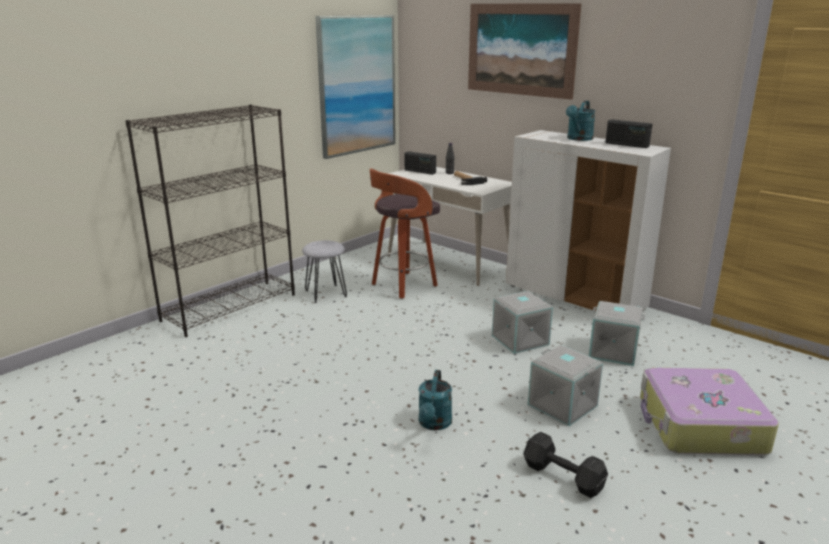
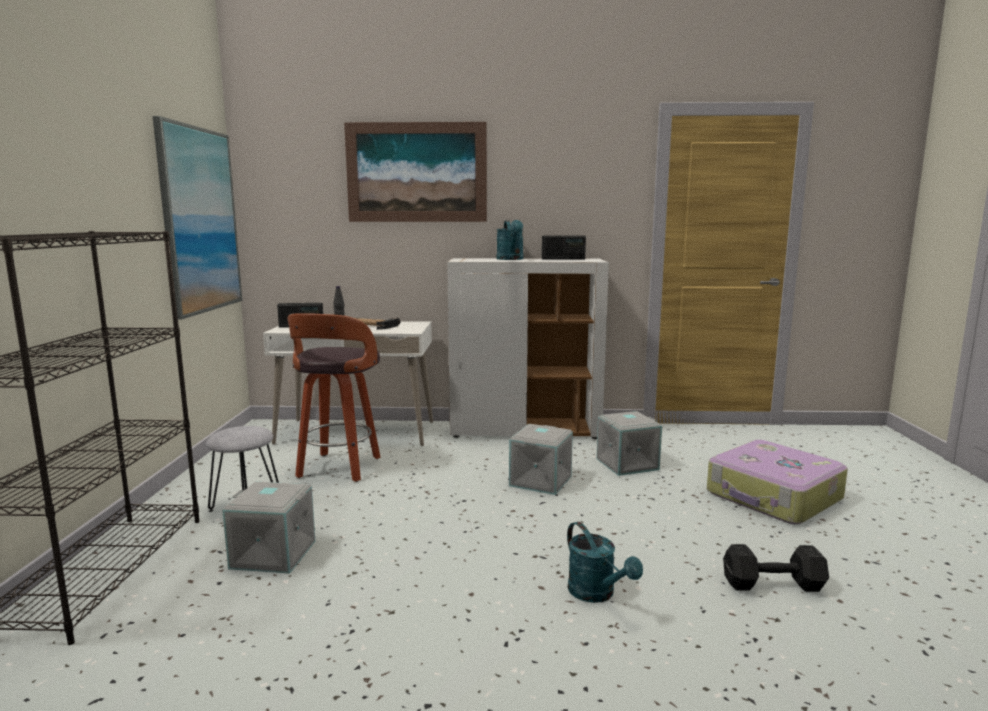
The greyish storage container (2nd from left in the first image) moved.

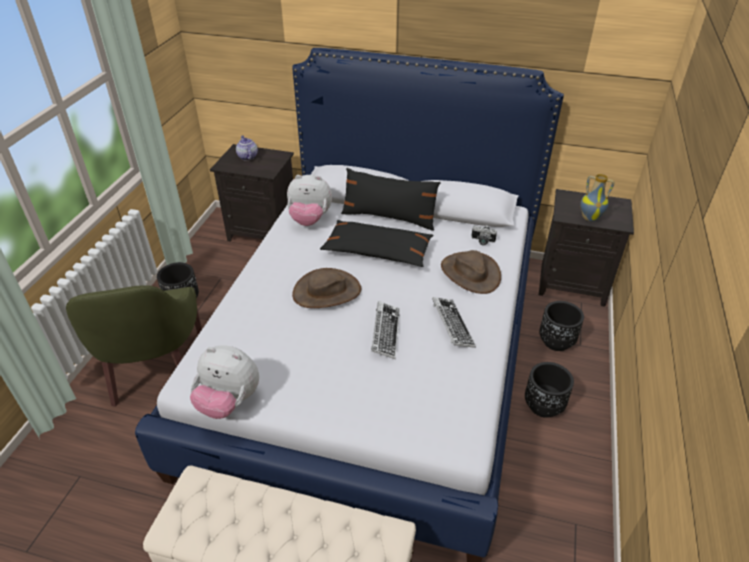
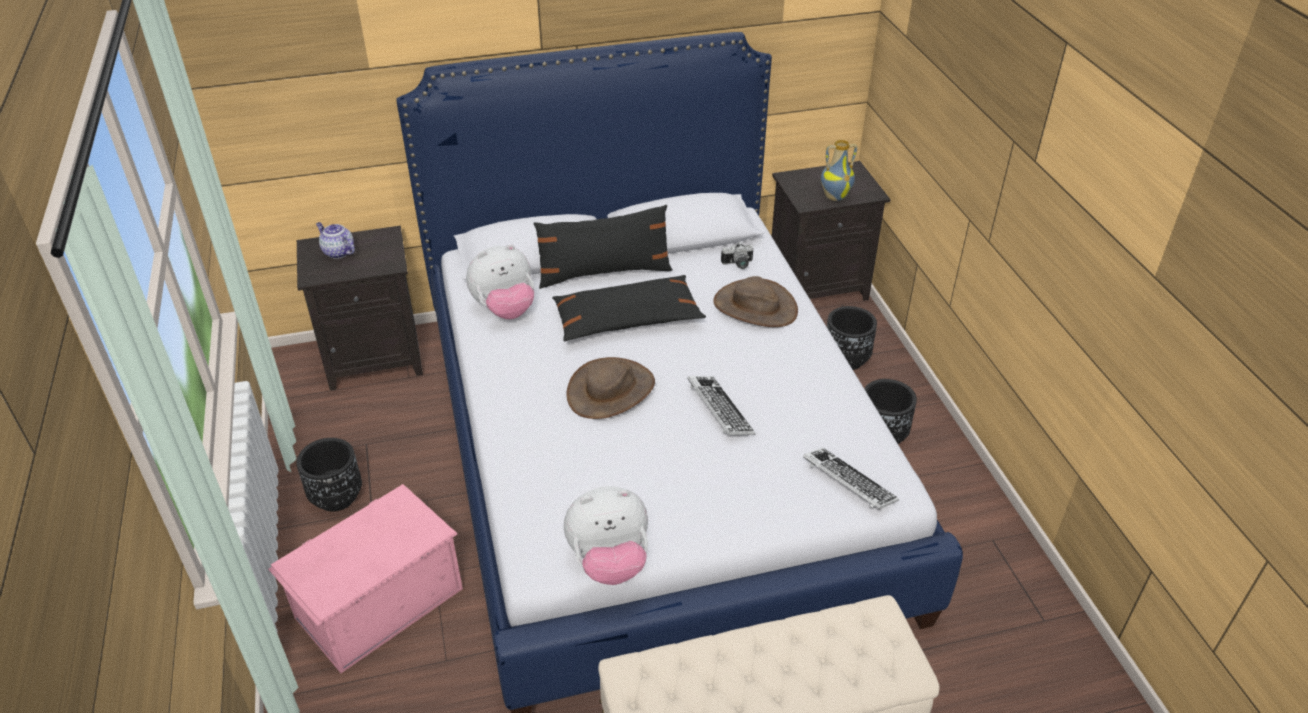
The computer keyboard (2nd from left) moved.
The greenish easy chair was replaced by the pink-coloured storage container.

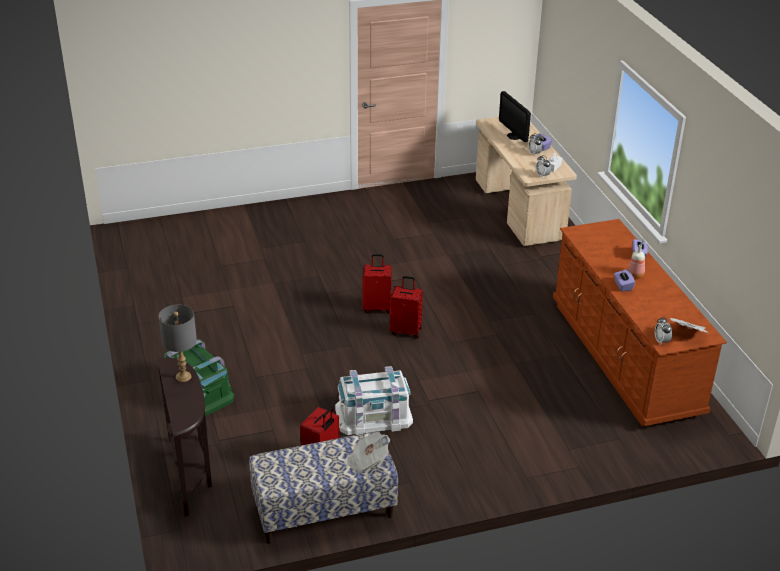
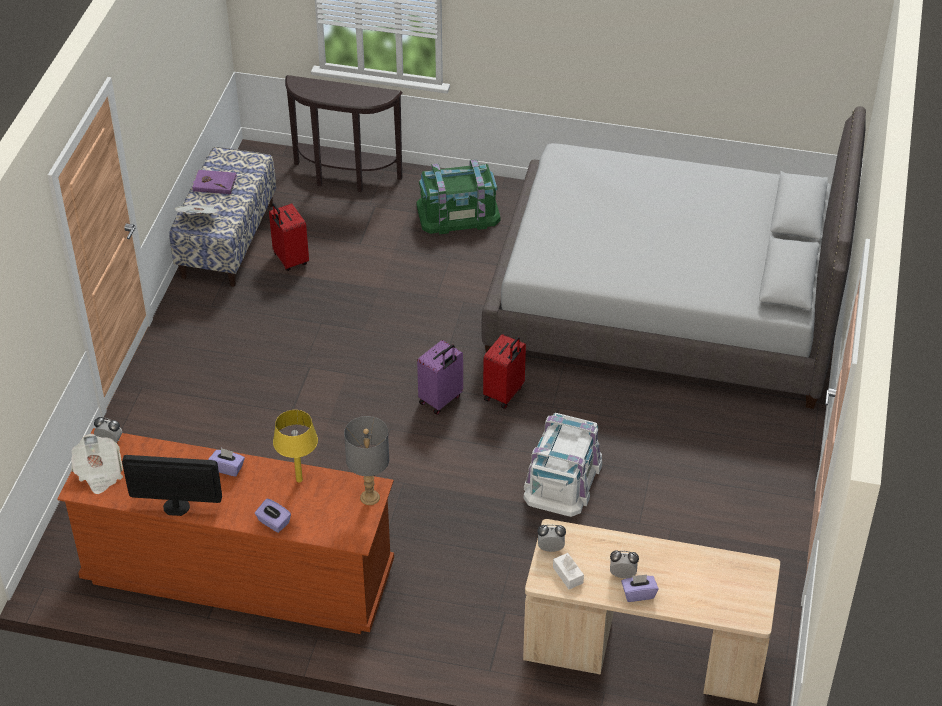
The beverage bottle disappeared.
The purple volume appeared.
The yellowish lamp for a table appeared.
The greyish bed appeared.
The greyish lamp for a table moved.
The white-coloured storage container moved.
The computer display moved.
The reddish suitcase (3rd from left) became the purple suitcase.

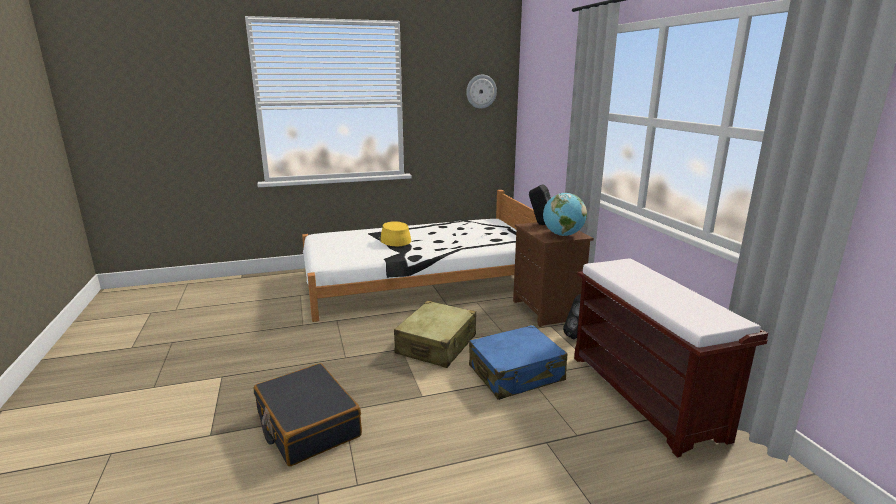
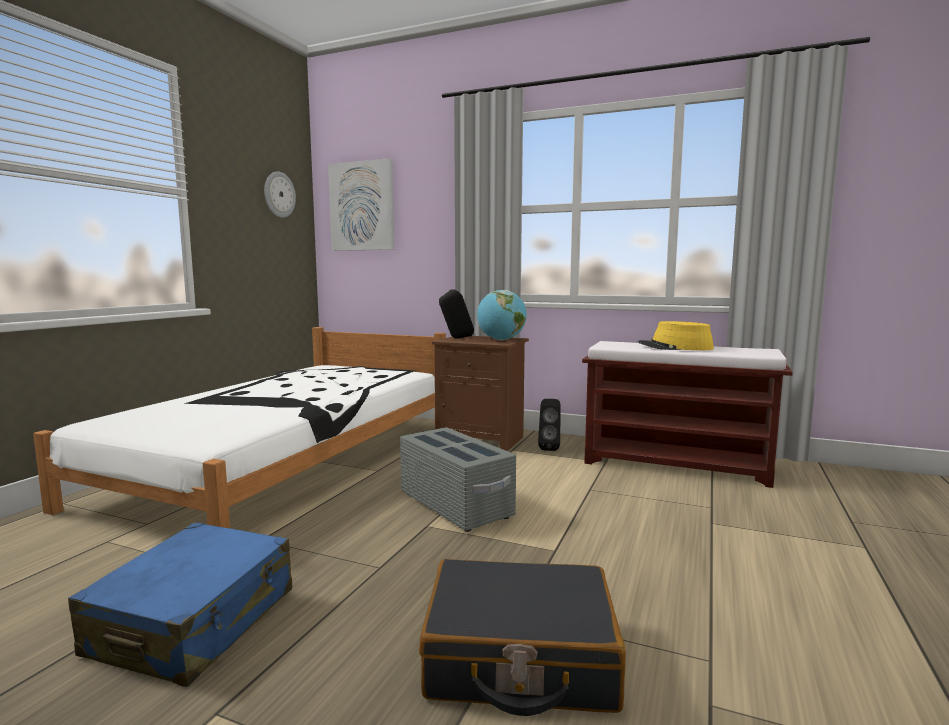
The wall picture appeared.
The yellowish clothing hat moved.
The blue-coloured suitcase moved.
The sand-coloured suitcase was replaced by the greyish storage container.

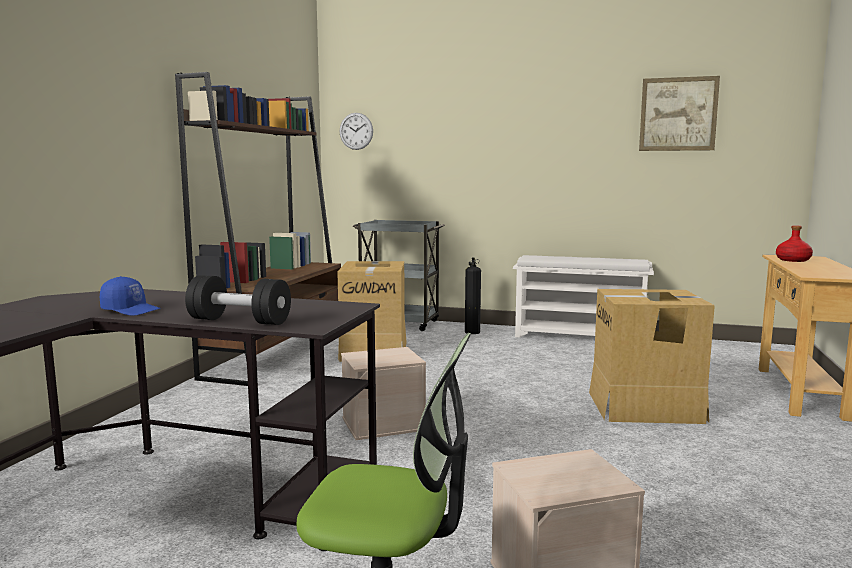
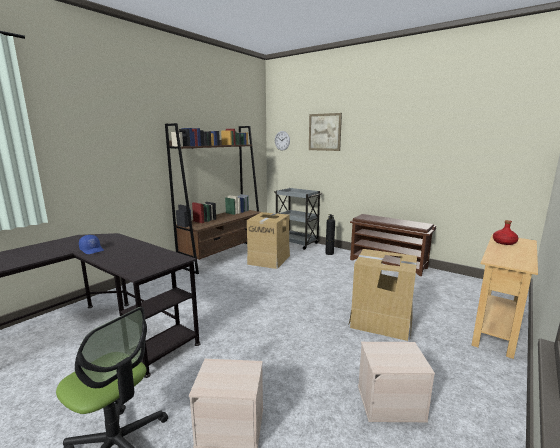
The black dumbbell disappeared.
The sand-coloured storage container (1st from left in the first image) moved.
The wall picture moved.
The white-coloured shoe rack became the brownish shoe rack.

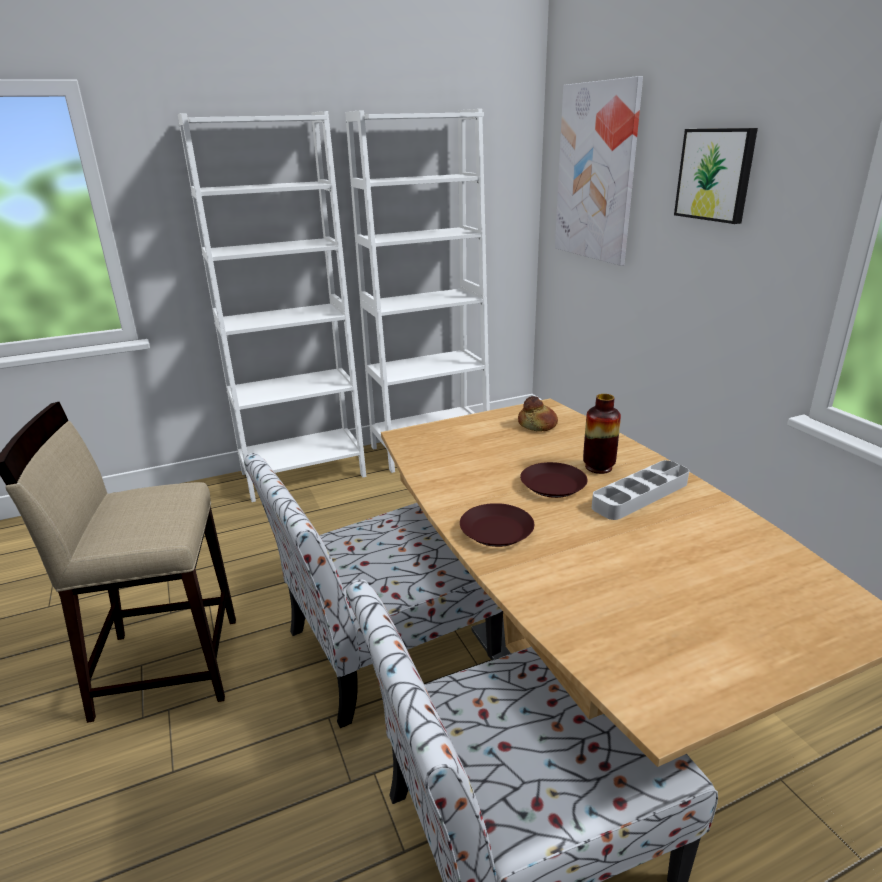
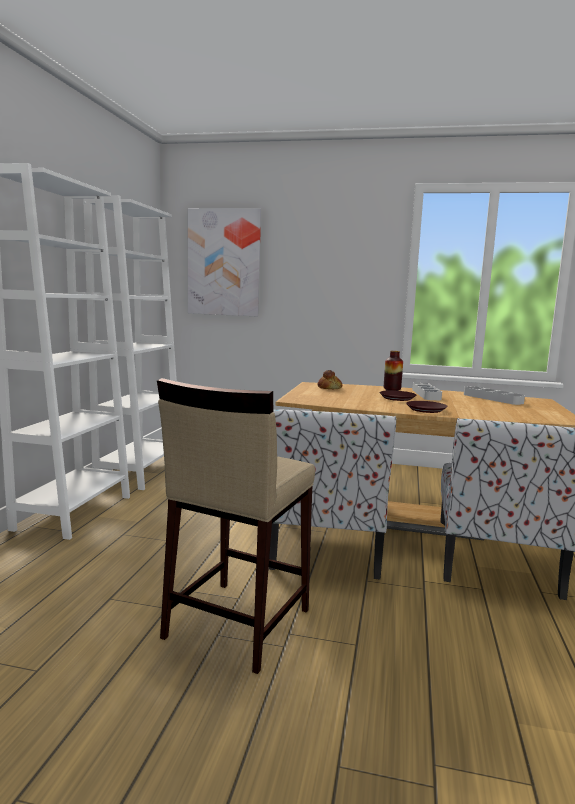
The wall picture (2nd from left) disappeared.
The greyish carrying tray (2nd from left) appeared.

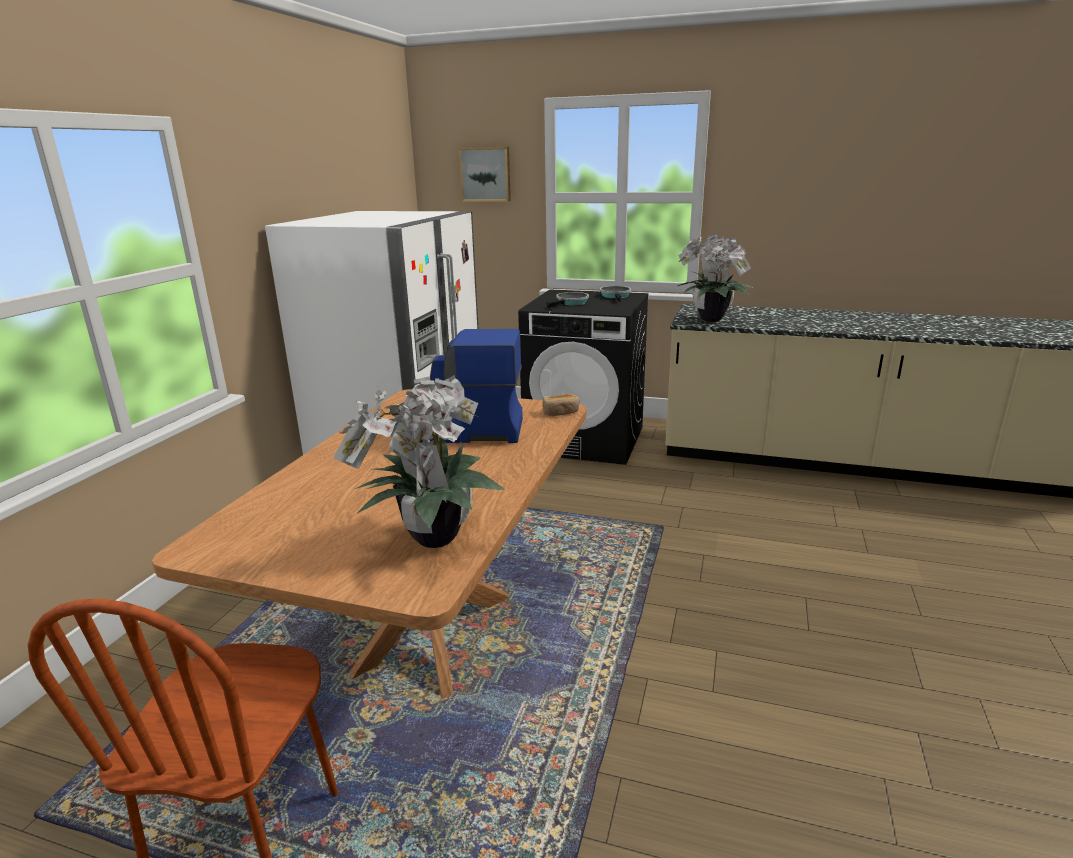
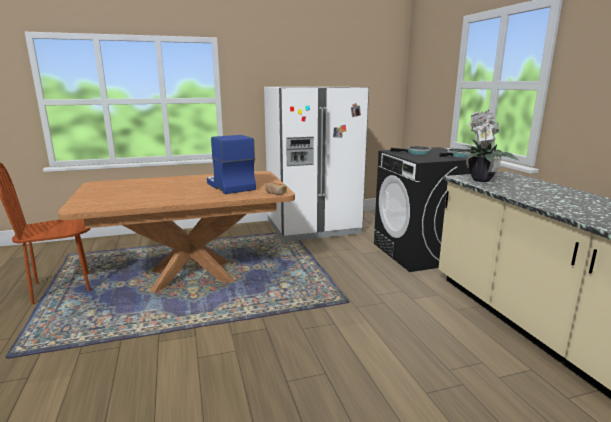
The plant in a pot (1st from left) disappeared.
The wall picture disappeared.

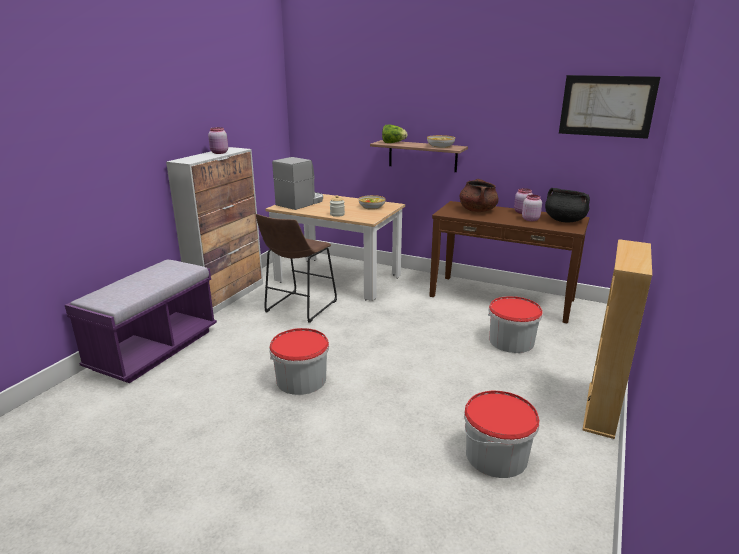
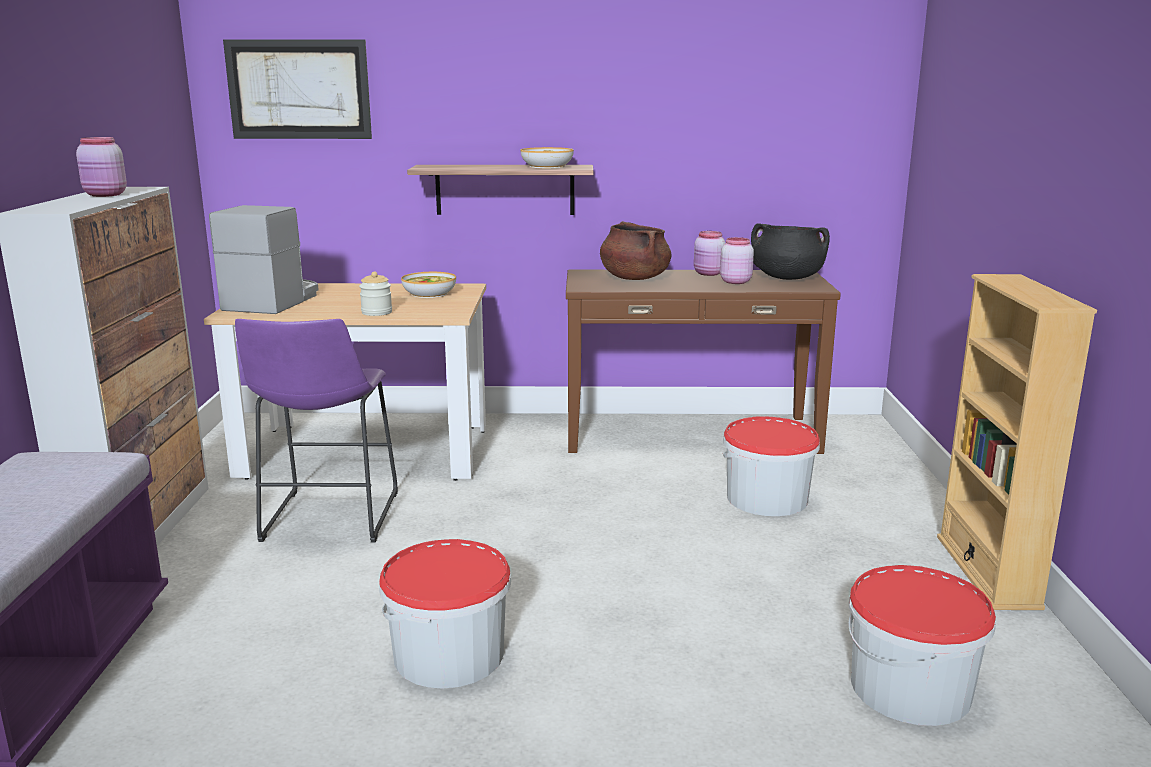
The head of lettuce disappeared.
The wall picture moved.
The brownish stool seat became the purple stool seat.

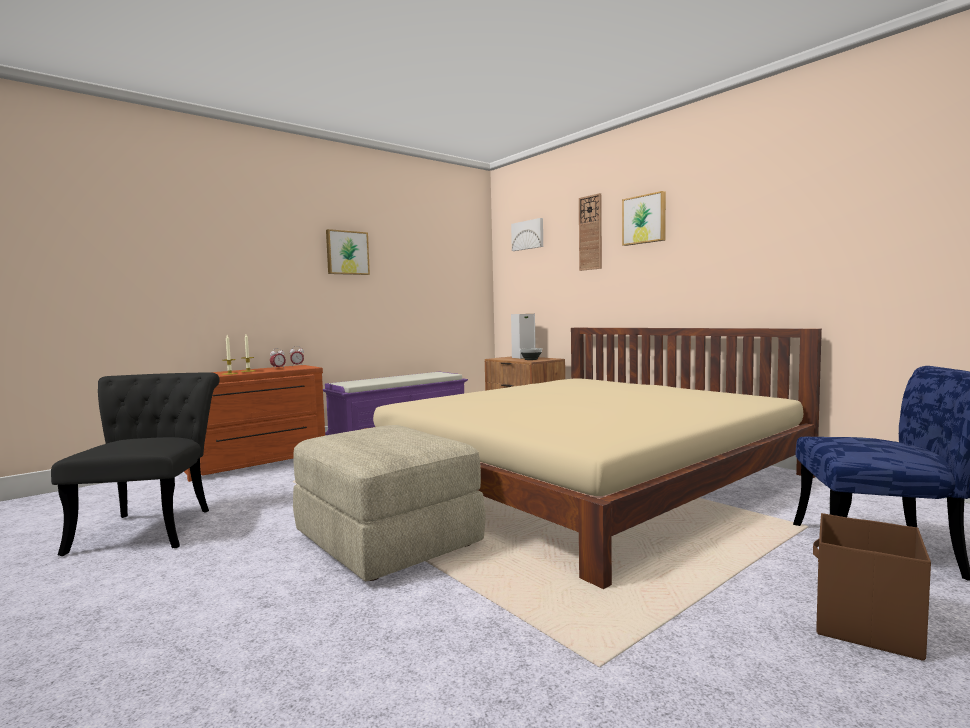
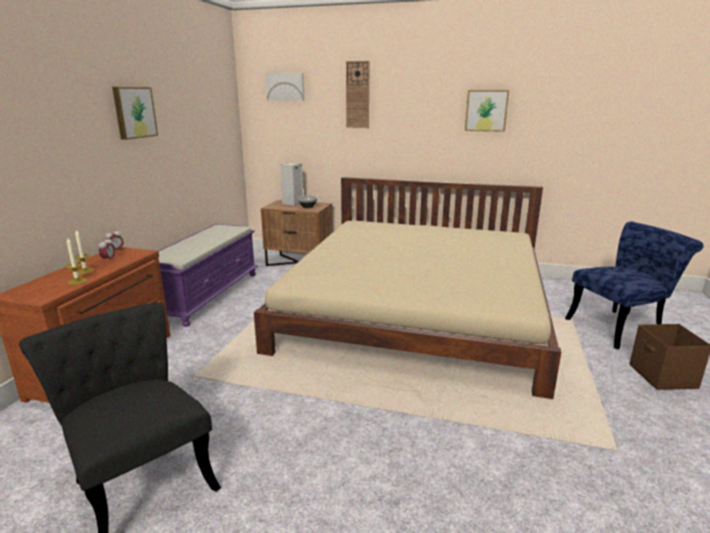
The sand-coloured footrest disappeared.
The wall picture (3rd from left) moved.

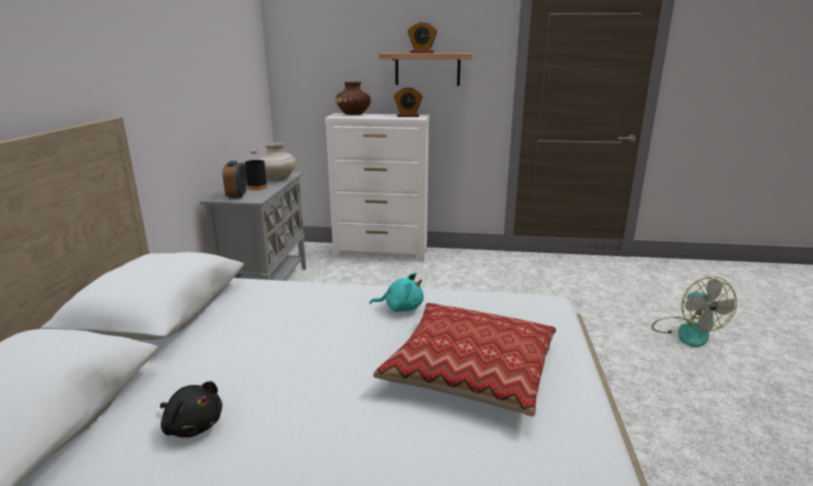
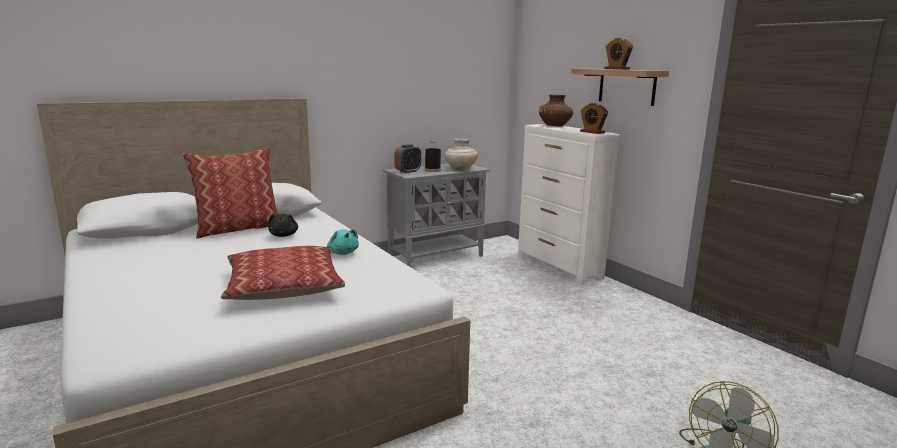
The throw pillow (1st from left) appeared.
The black plush toy moved.

